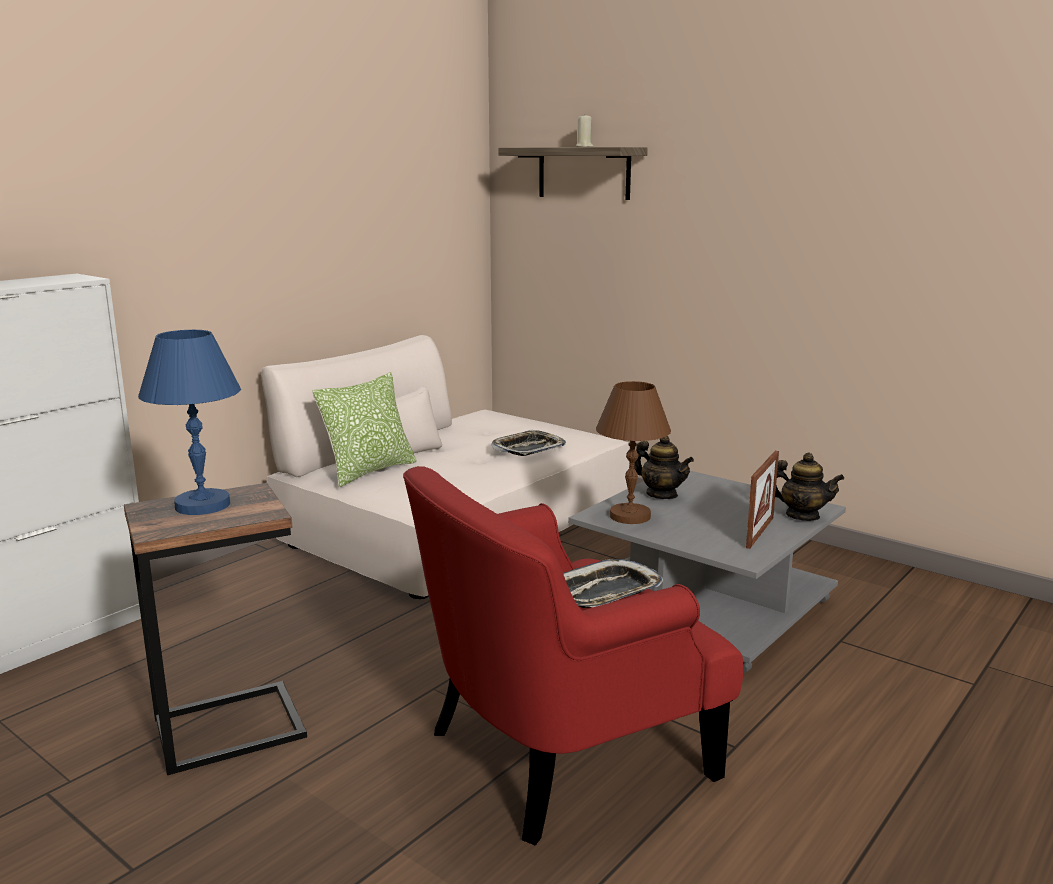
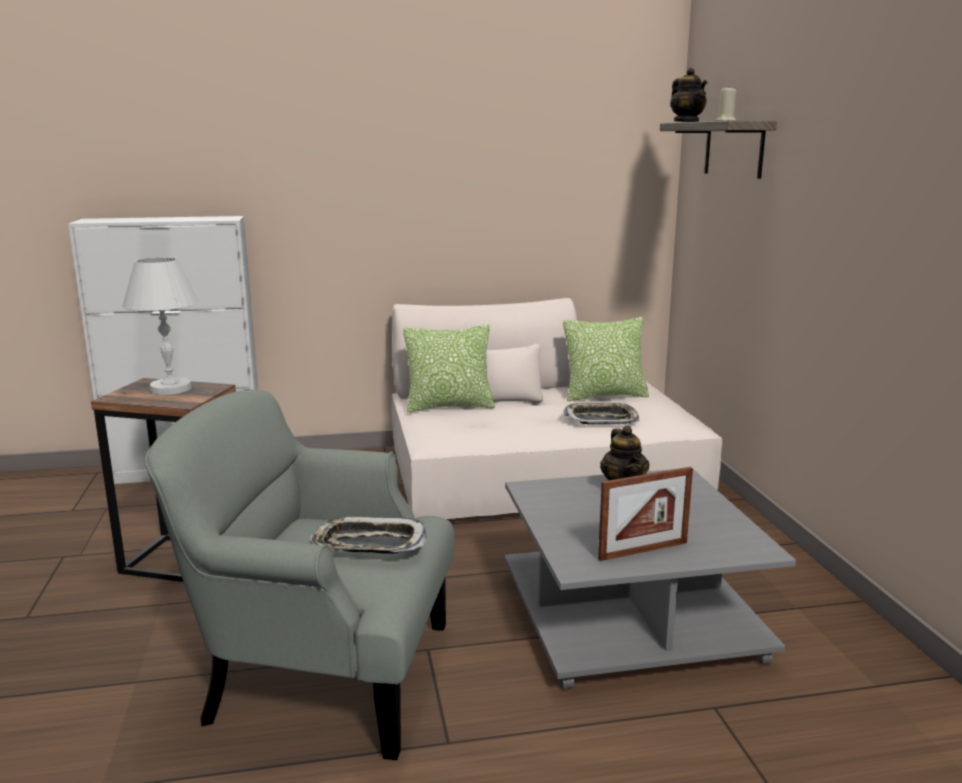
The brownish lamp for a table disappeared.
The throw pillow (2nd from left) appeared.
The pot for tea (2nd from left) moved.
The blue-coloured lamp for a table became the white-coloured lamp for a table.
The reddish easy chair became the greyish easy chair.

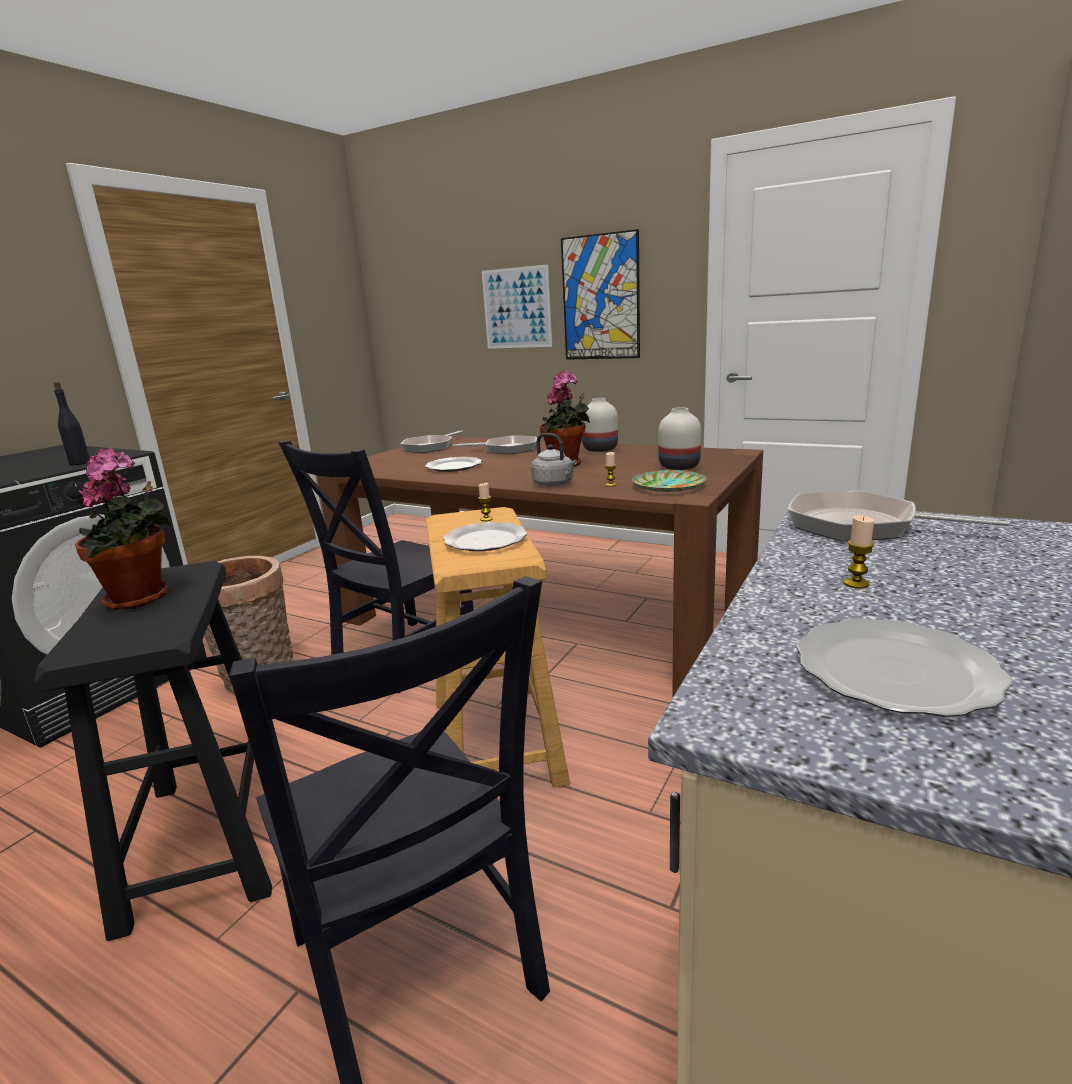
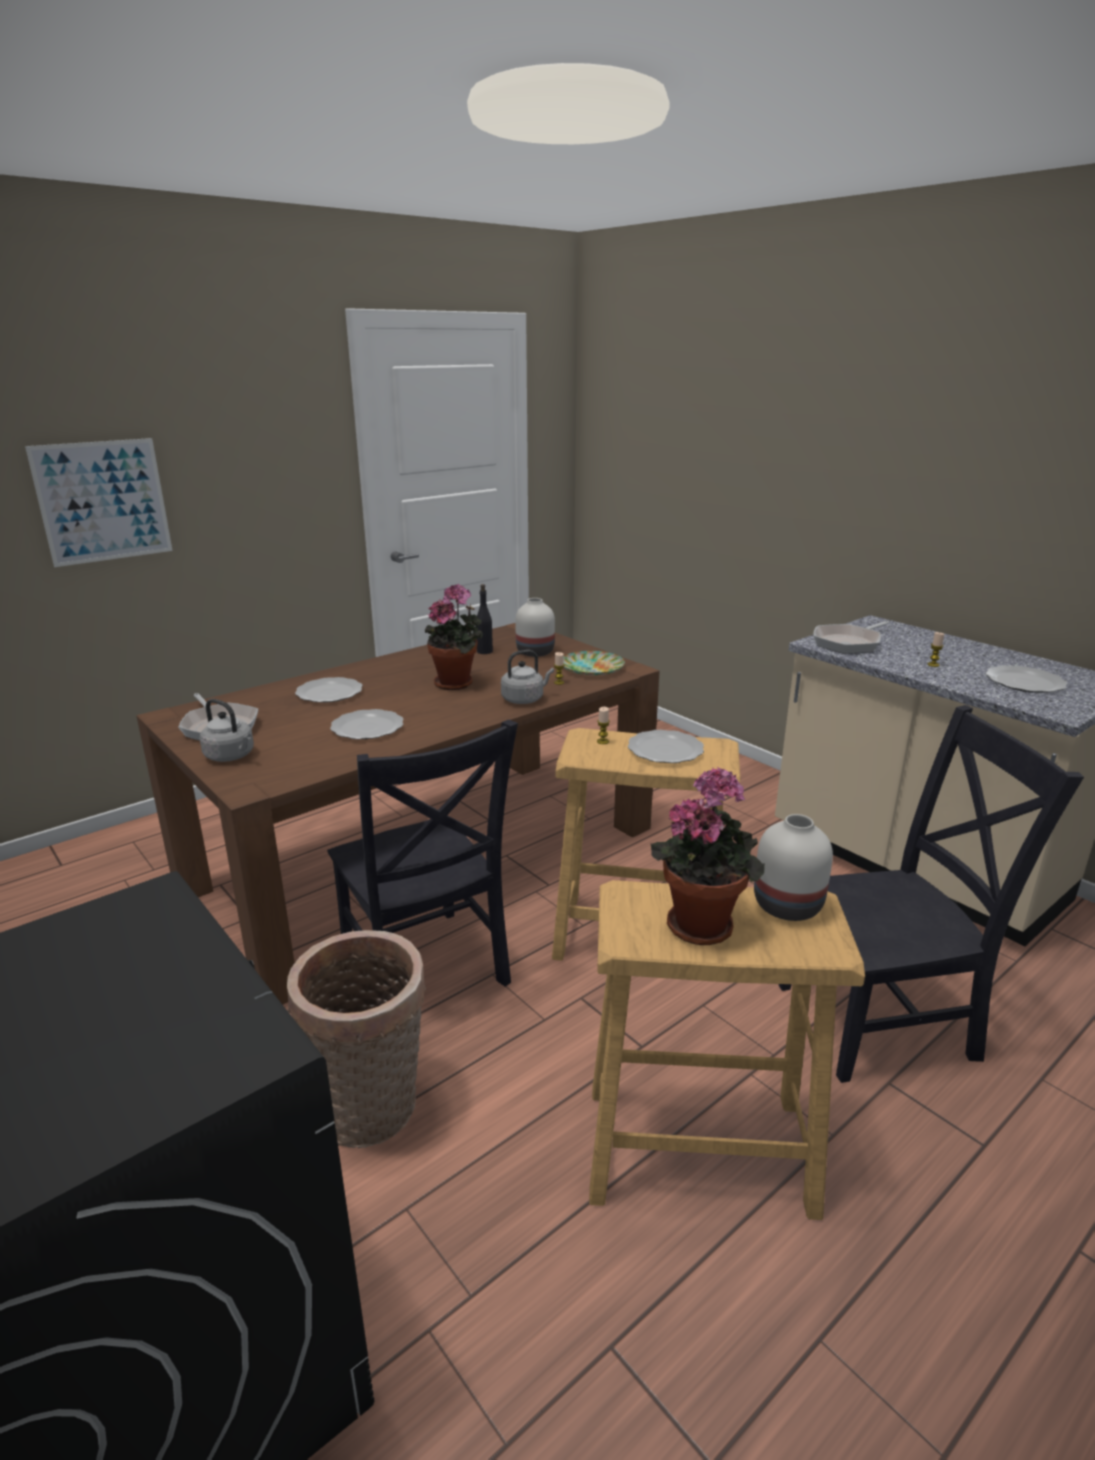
The wall picture (2nd from left) disappeared.
The greyish tea kettle (1st from left) appeared.
The black beverage bottle moved.
The white-coloured flower vase (1st from left in the first image) moved.
The pan (2nd from left) was replaced by the plate (1st from left).
The black stool seat became the sand-coloured stool seat (2nd from left).

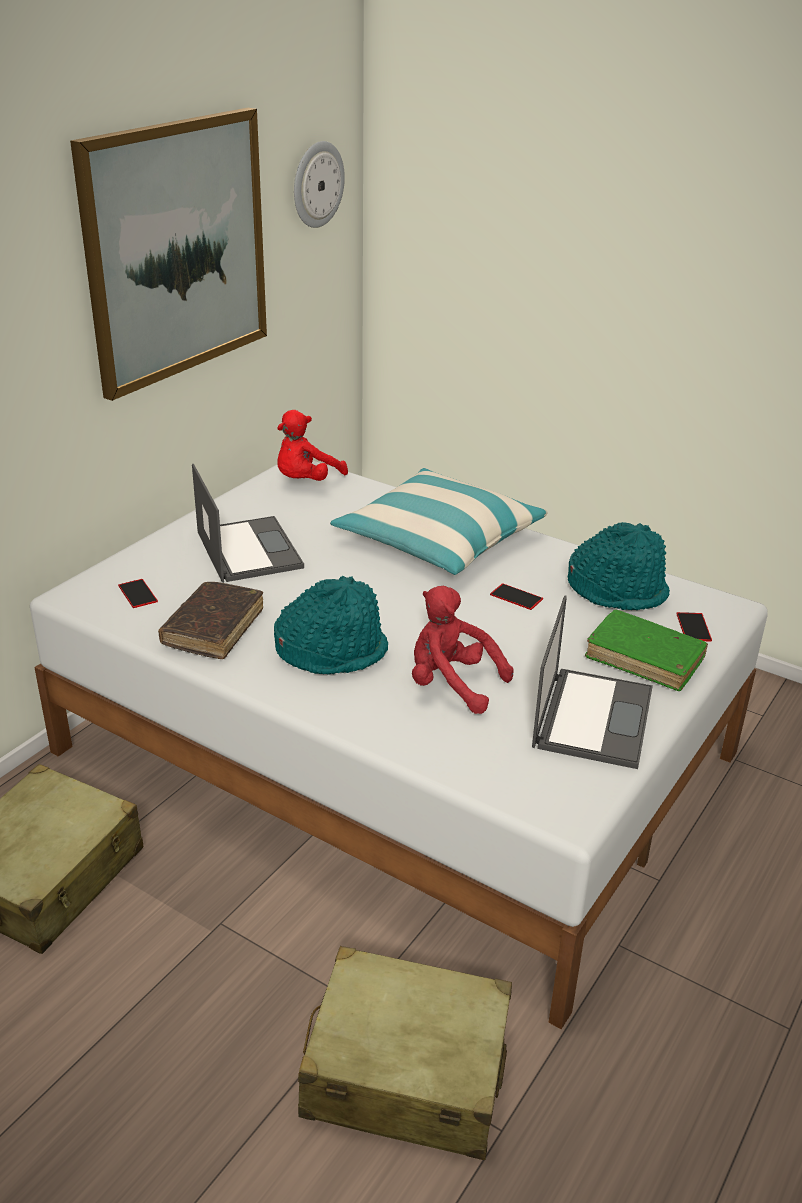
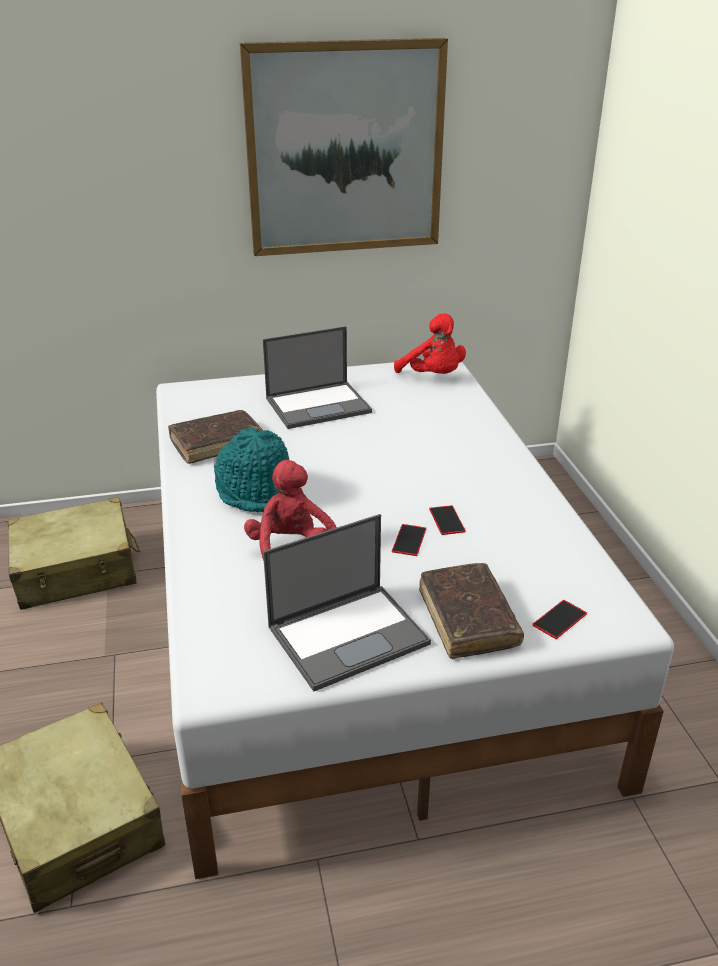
The clock on the wall disappeared.
The throw pillow disappeared.
The blue-green clothing hat (2nd from left) disappeared.
The handset (1st from left) moved.
The greenish volume became the brownish volume (2nd from left).
The notebook computer (1st from left) turned 45 degrees clockwise.
The reddish plush toy (1st from left in the first image) turned 120 degrees counterclockwise.

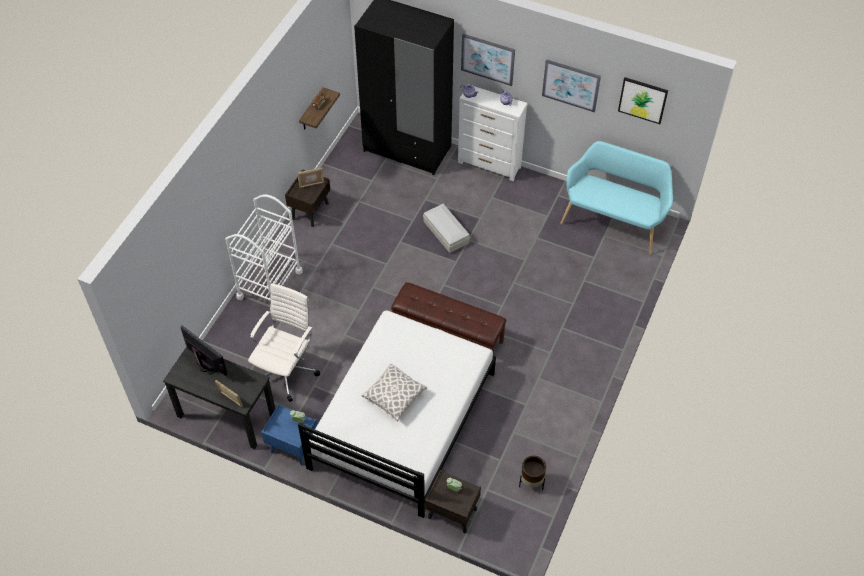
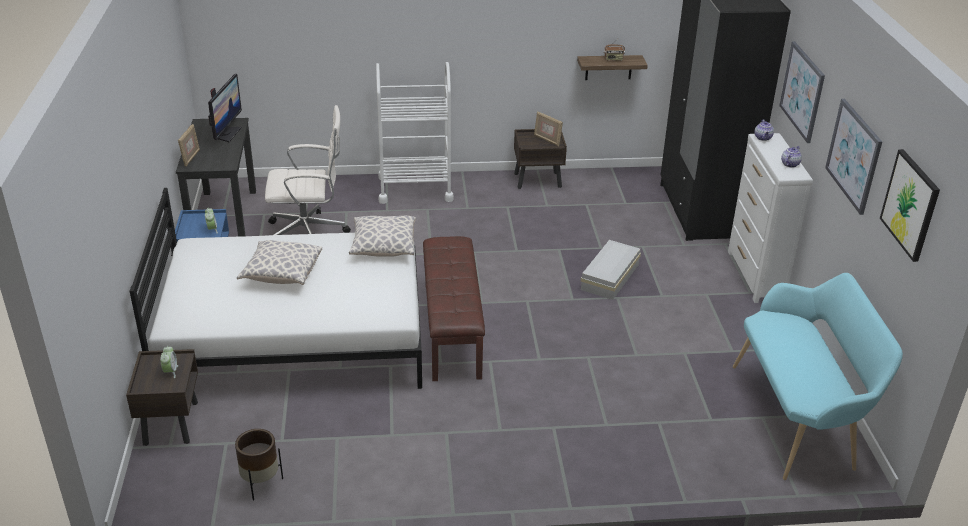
The throw pillow (2nd from left) appeared.

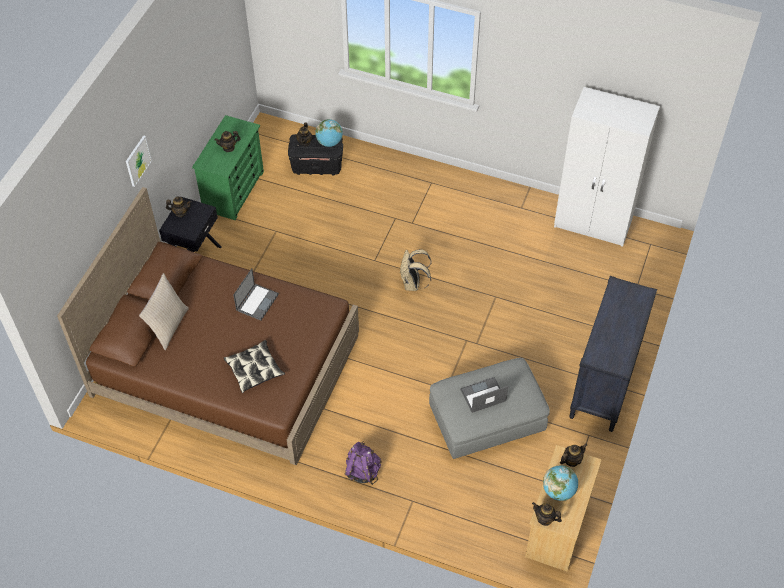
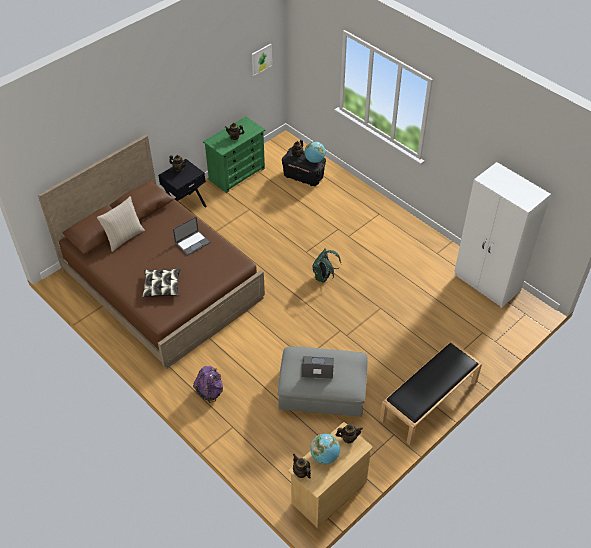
The wall picture moved.
The black dresser was replaced by the black indoor bench.
The sand-coloured rucksack became the greenish rucksack.

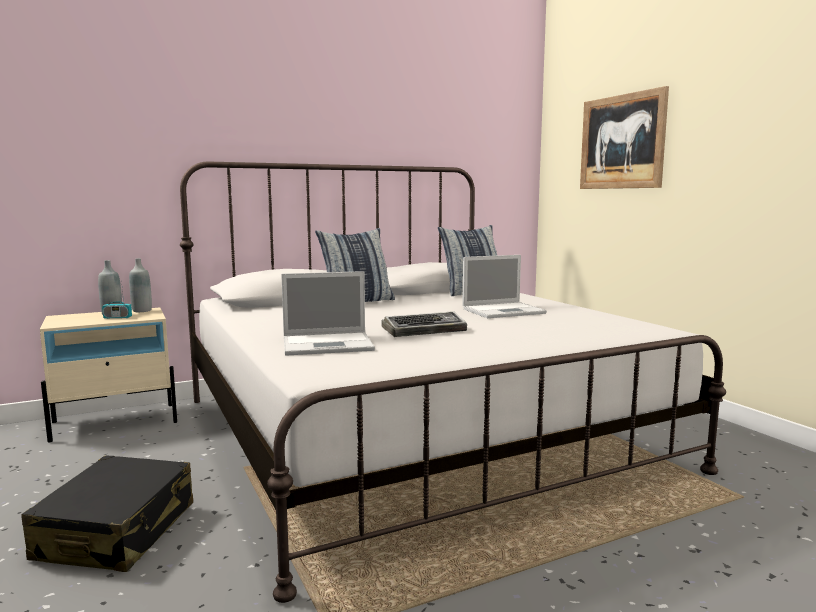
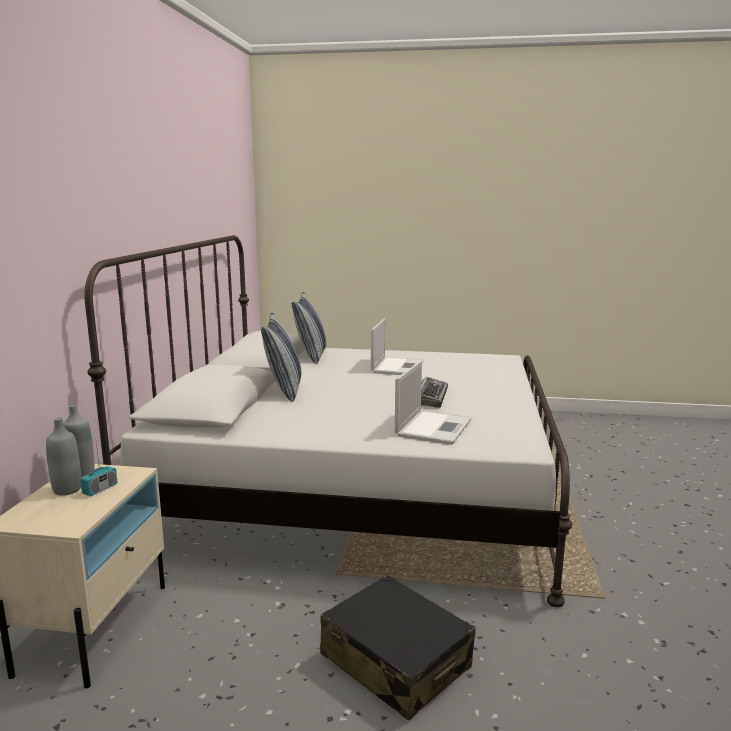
The wall picture disappeared.

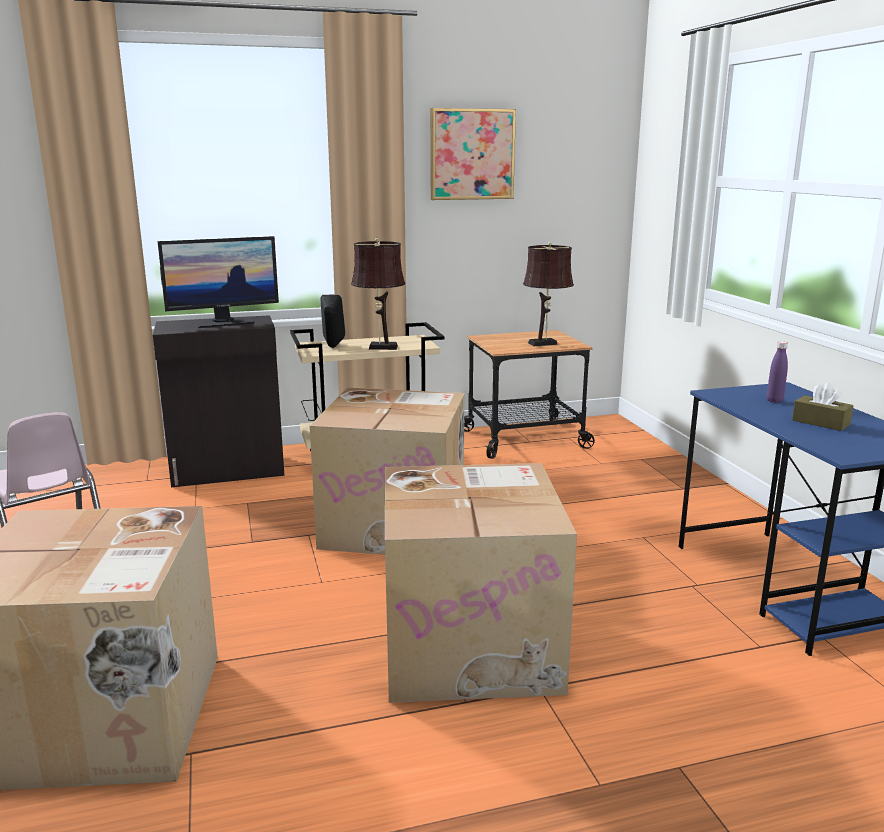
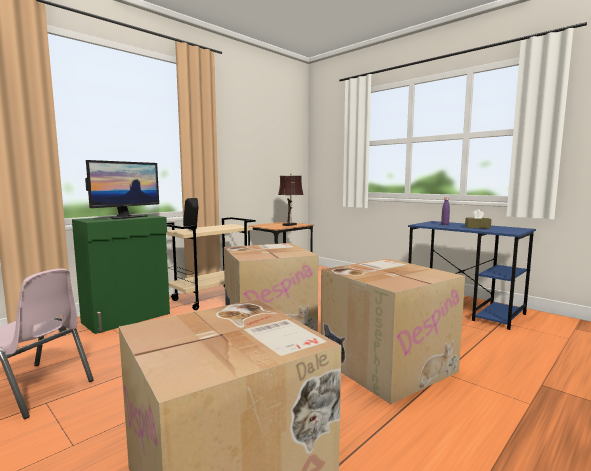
The brownish lamp for a table (1st from left) disappeared.
The wall picture disappeared.
The black cupboard became the greenish cupboard.

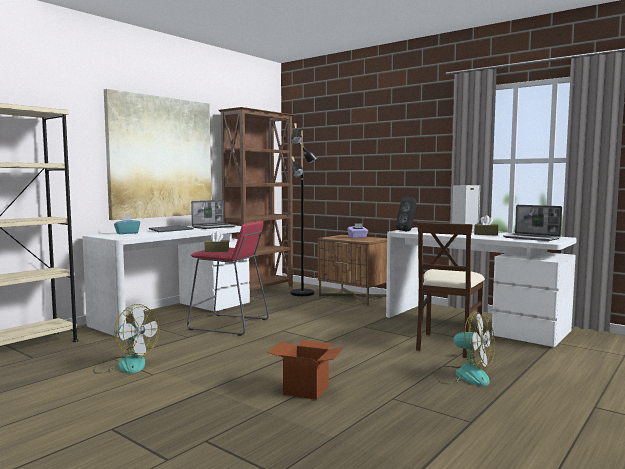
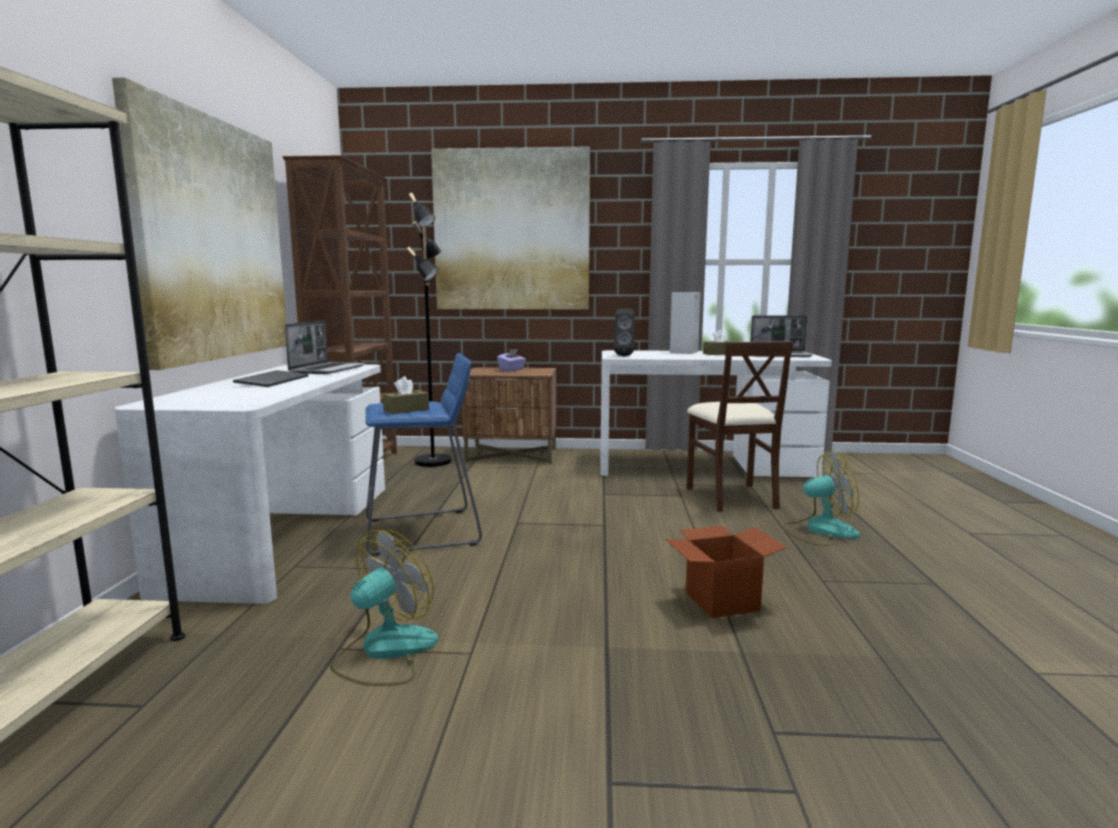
The blue-green box of tissues disappeared.
The wall picture (2nd from left) appeared.
The reddish stool seat became the blue-coloured stool seat.
The electric fan (1st from left) turned 45 degrees counterclockwise.

